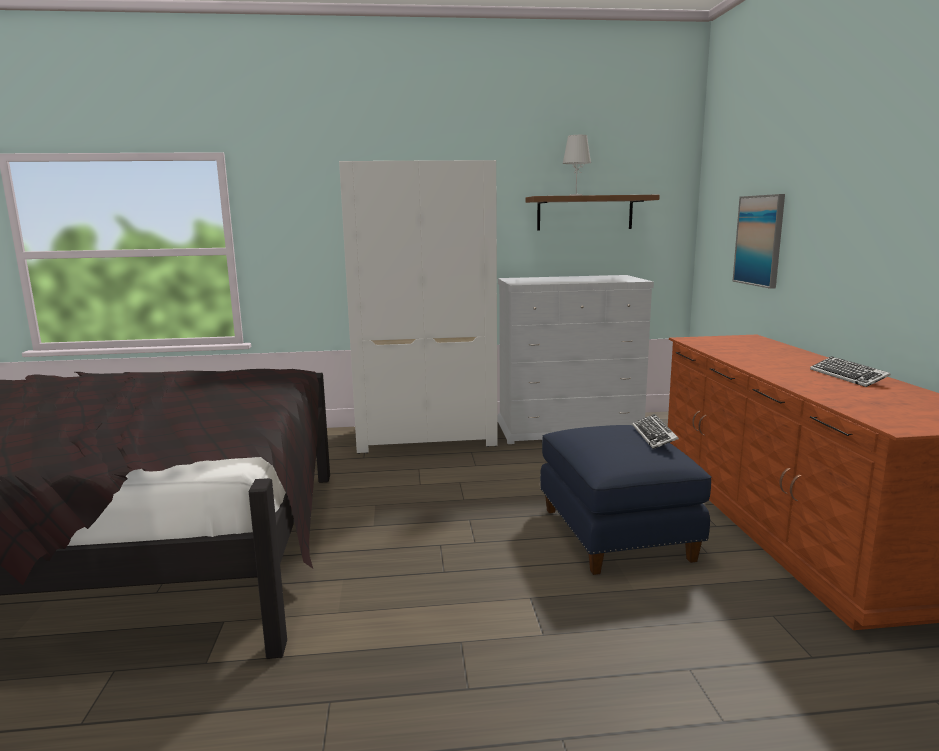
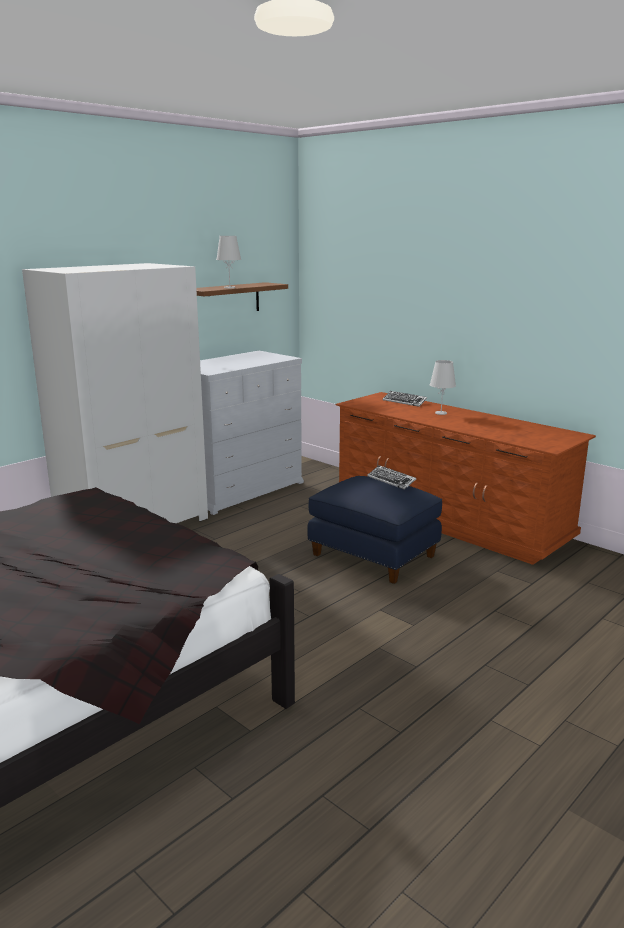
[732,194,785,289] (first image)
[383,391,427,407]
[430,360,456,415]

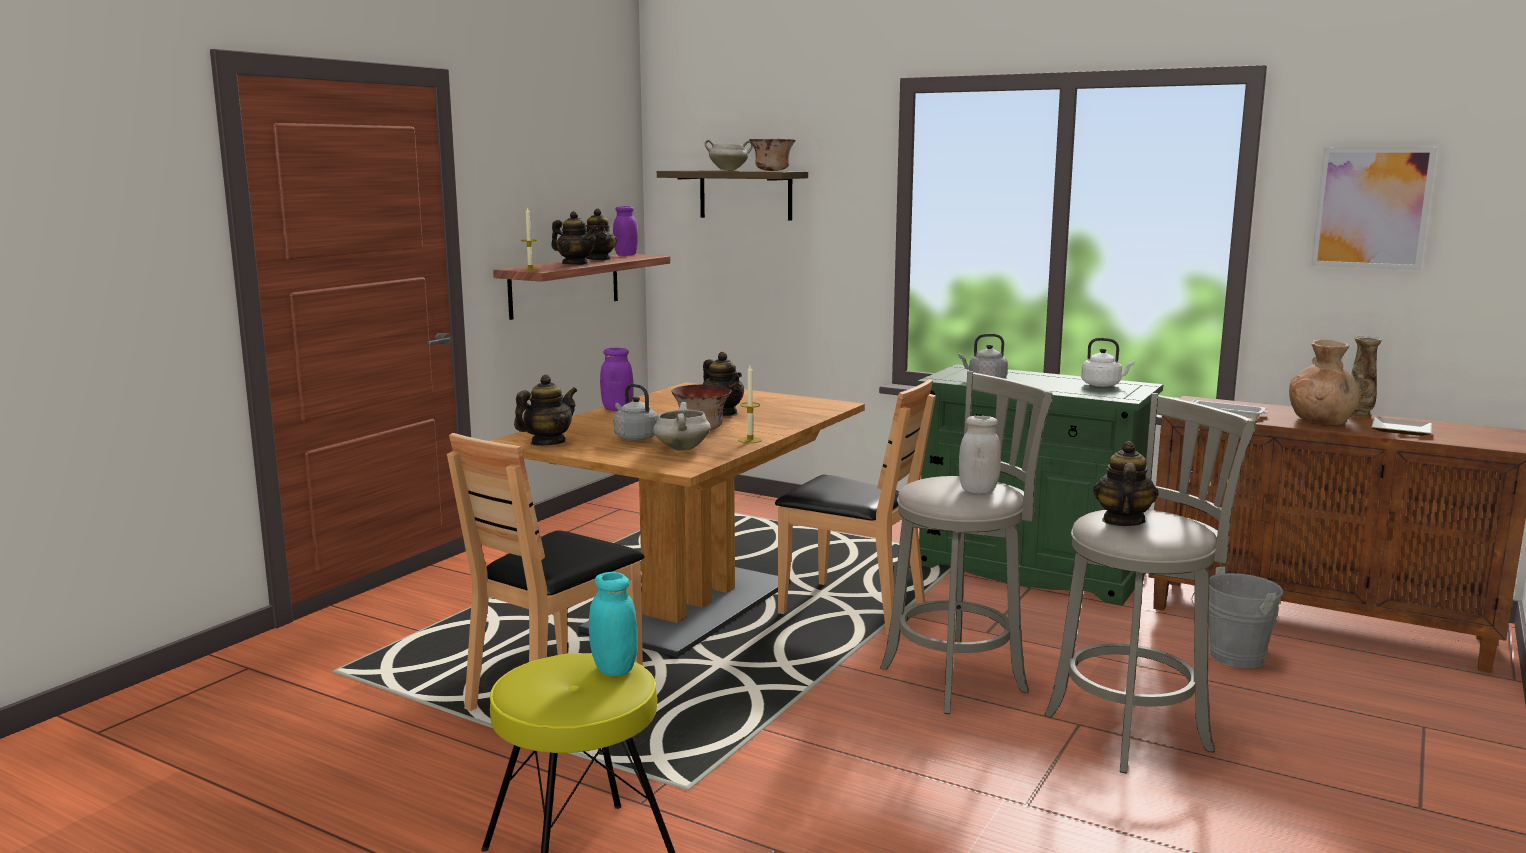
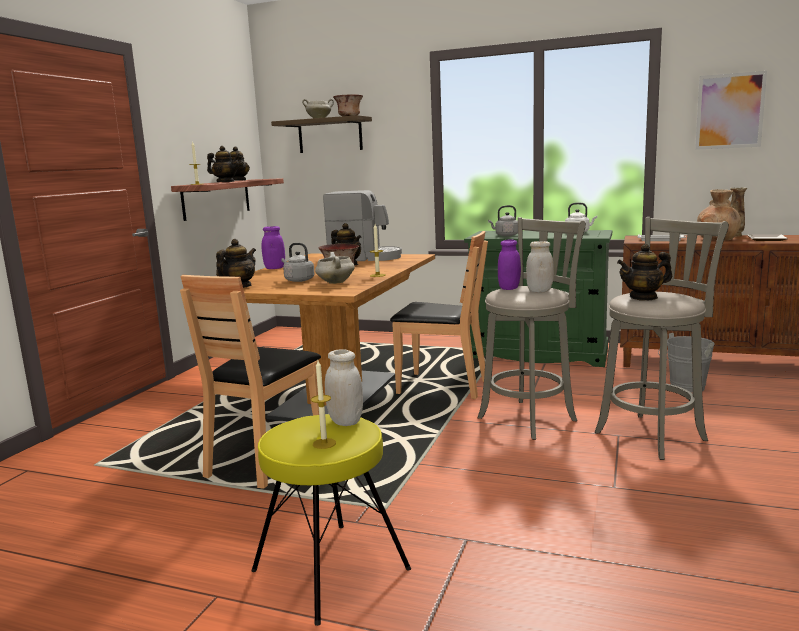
[325,349,363,426]
[498,239,521,290]
[617,244,672,300]
[311,360,336,449]
[323,190,402,261]

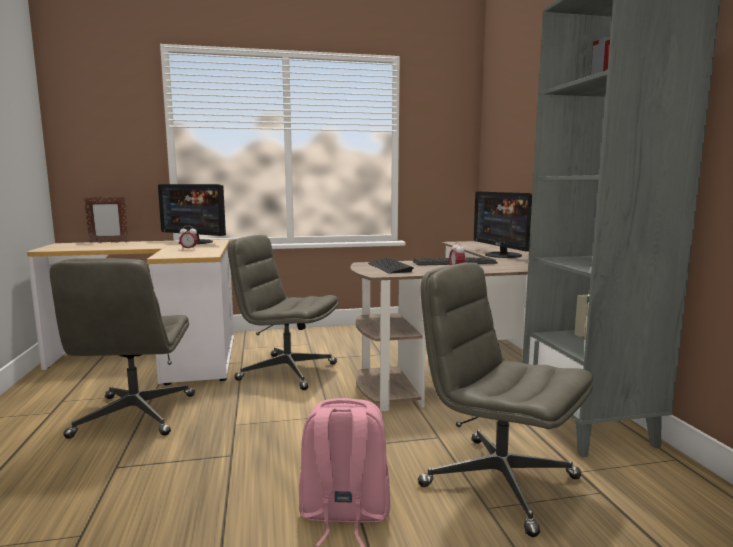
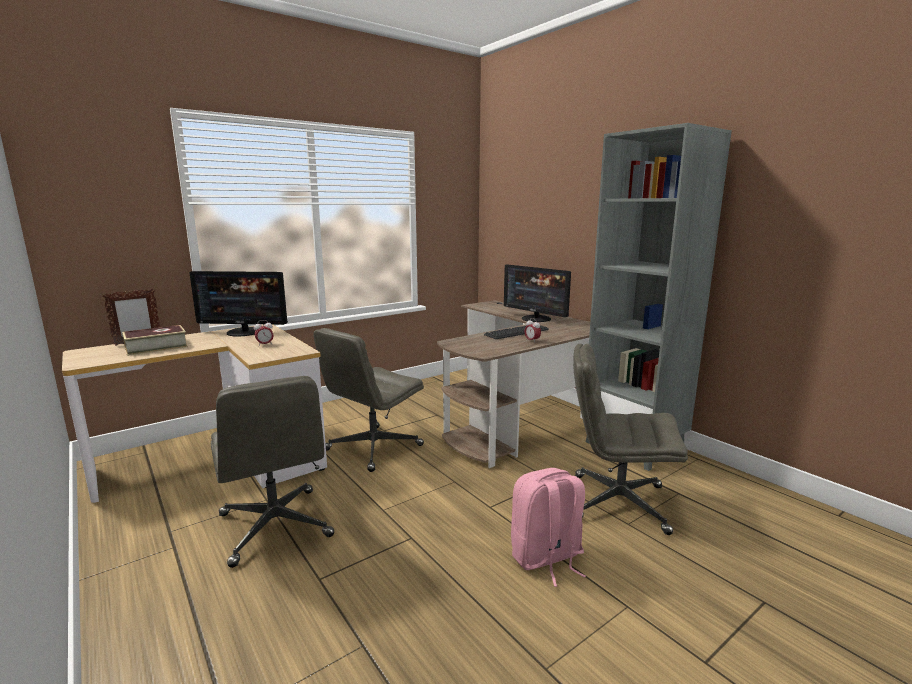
[313,328,424,472]
[368,257,413,273] (first image)
[122,325,188,356]

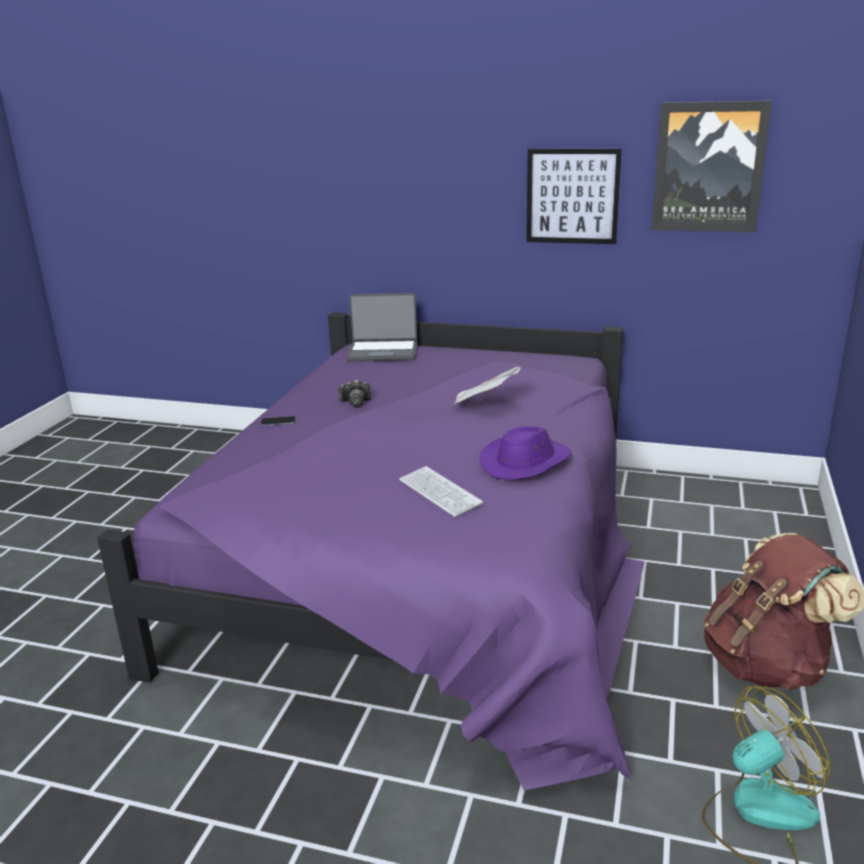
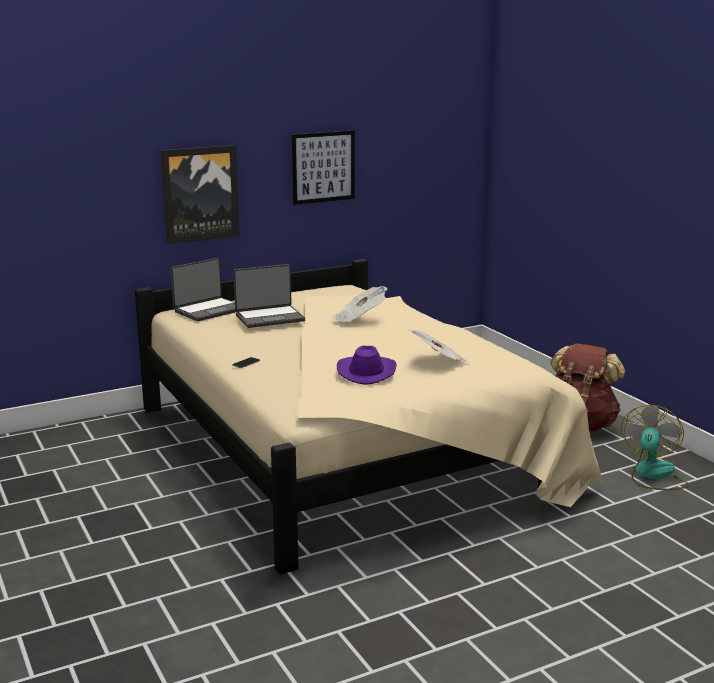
[135,259,602,575]
[338,379,371,407] (first image)
[409,330,471,363]
[337,346,397,385]
[161,145,240,244]
[233,264,305,328]

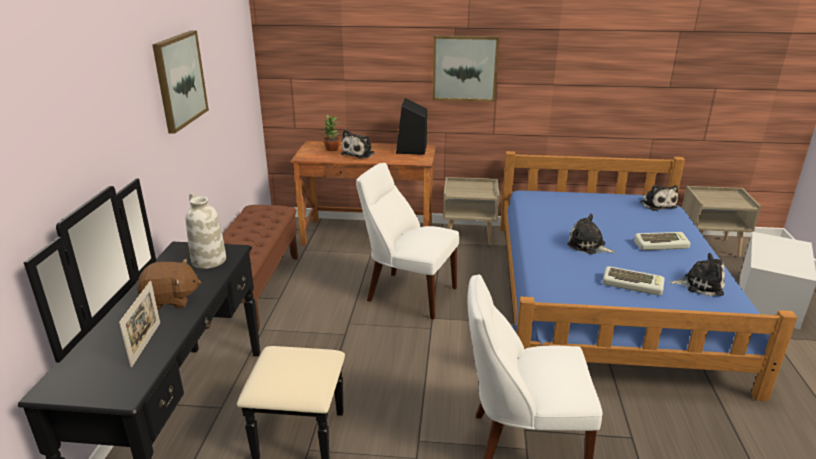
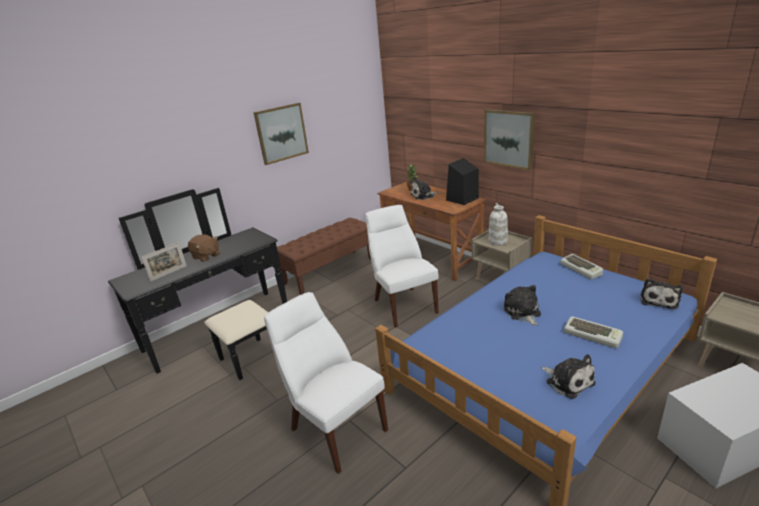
[488,203,508,246]
[560,254,603,279]

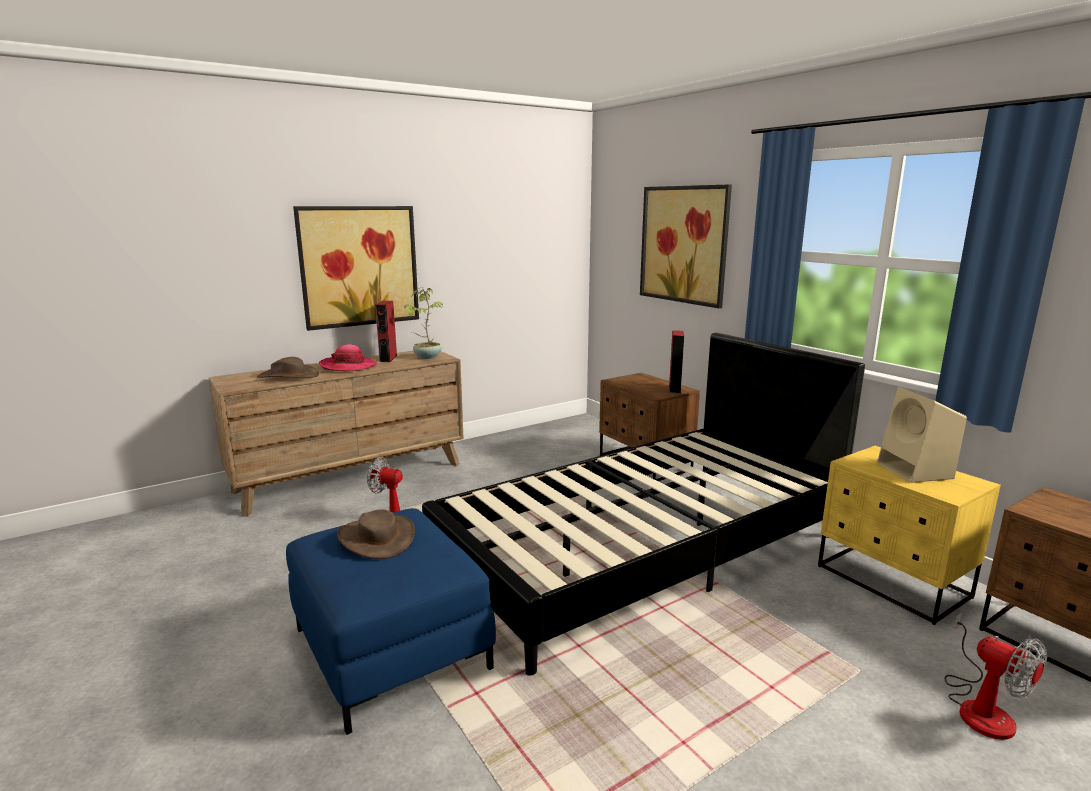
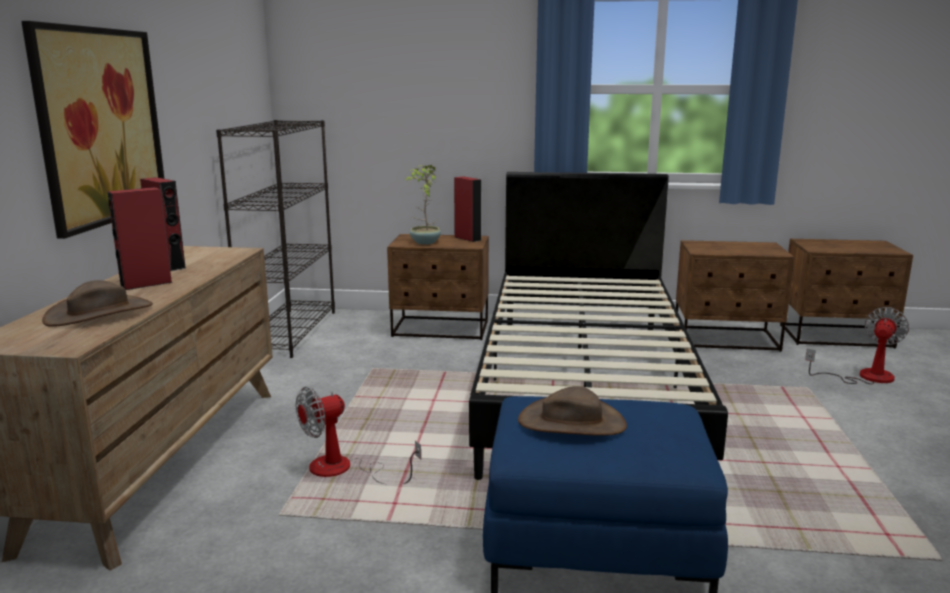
[107,187,173,290]
[405,165,441,245]
[640,185,732,308] (first image)
[676,240,795,352]
[877,387,967,483] (first image)
[805,307,909,384]
[216,120,335,358]

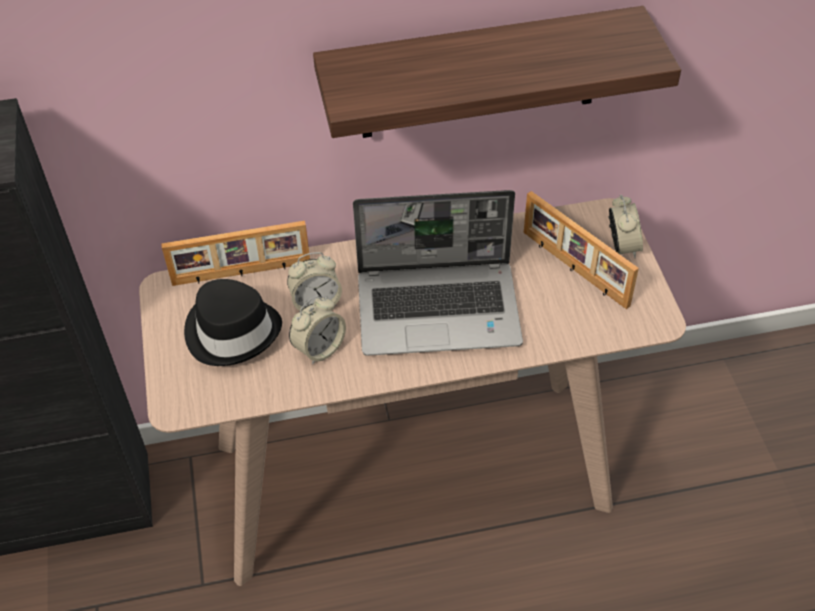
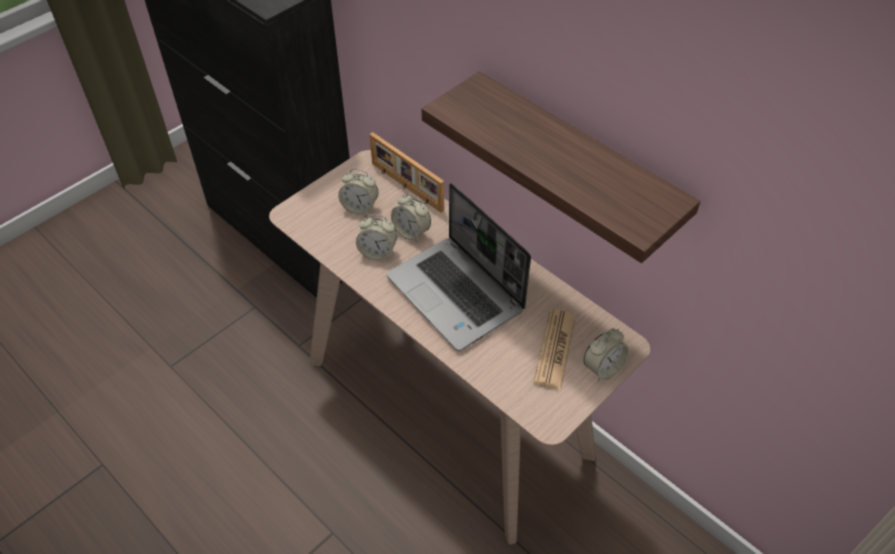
[338,169,378,215]
[533,309,576,390]

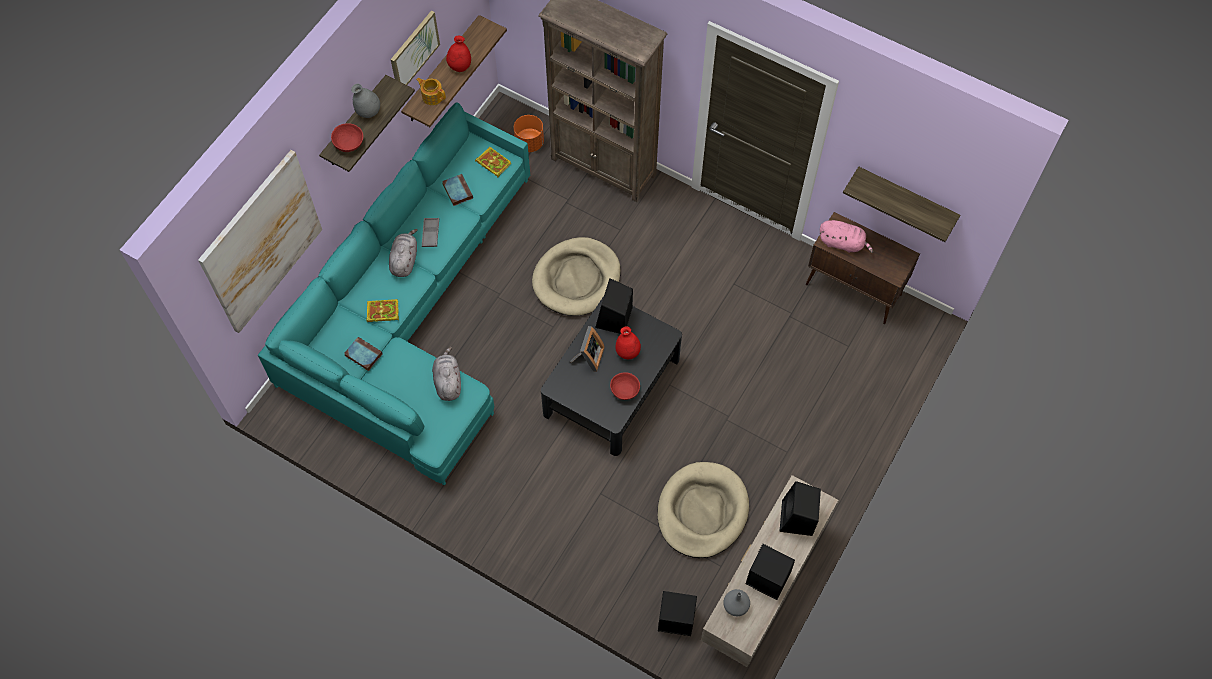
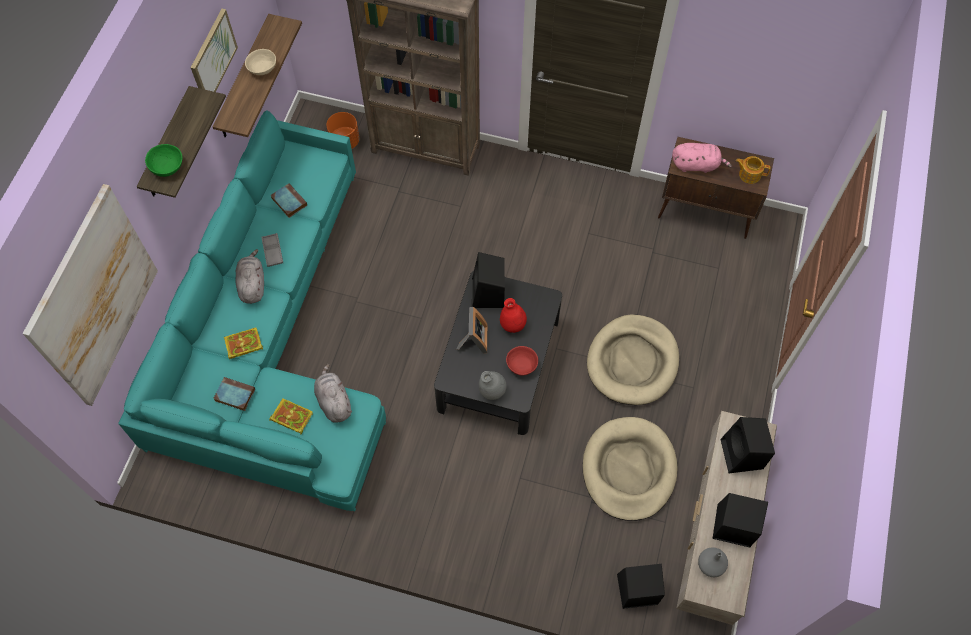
[145,144,182,177]
[479,371,507,400]
[736,156,771,184]
[245,49,276,75]
[269,398,313,435]
[587,314,679,405]
[843,167,960,242] (first image)

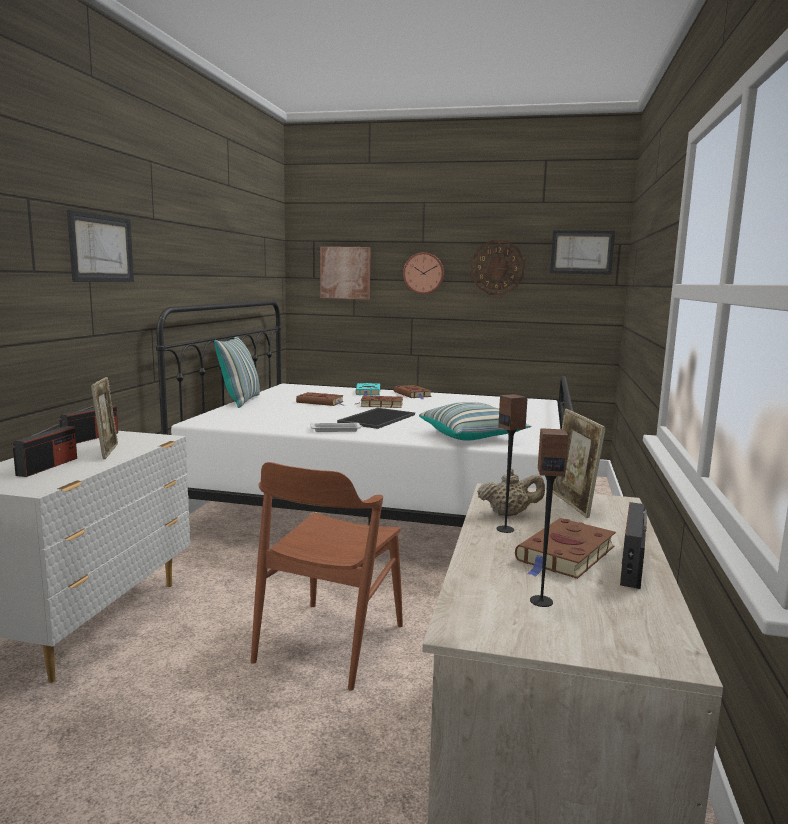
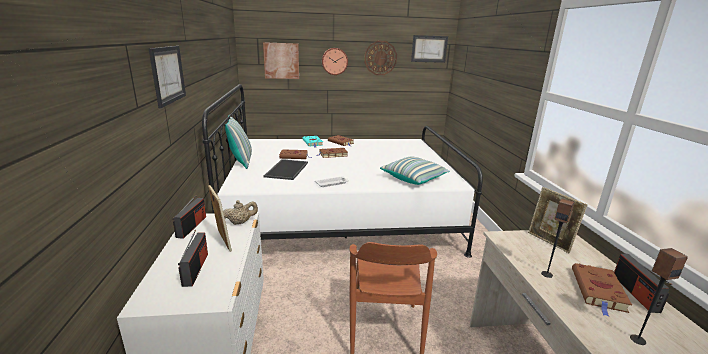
[264,159,308,180]
[223,200,258,225]

